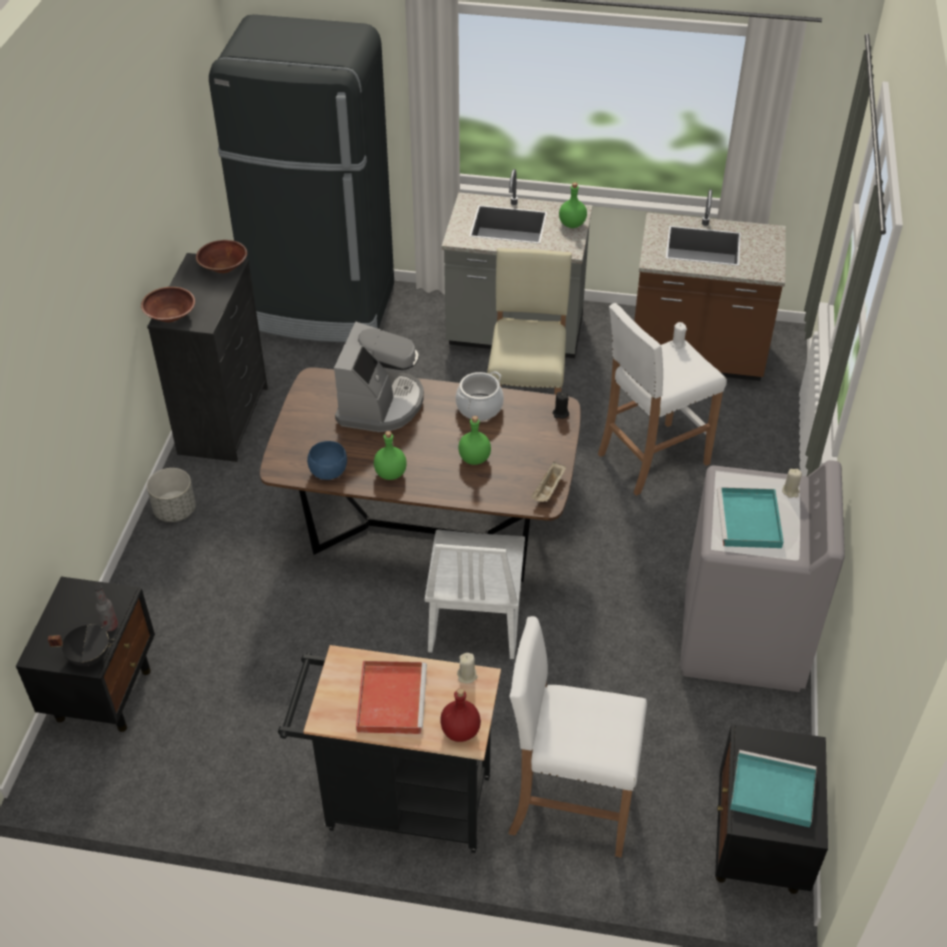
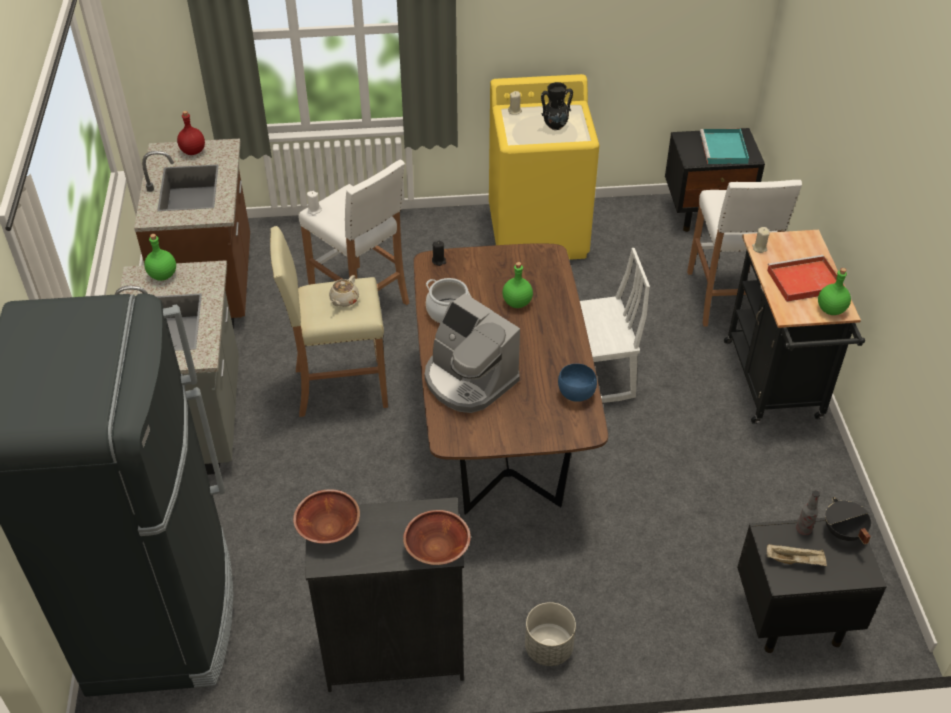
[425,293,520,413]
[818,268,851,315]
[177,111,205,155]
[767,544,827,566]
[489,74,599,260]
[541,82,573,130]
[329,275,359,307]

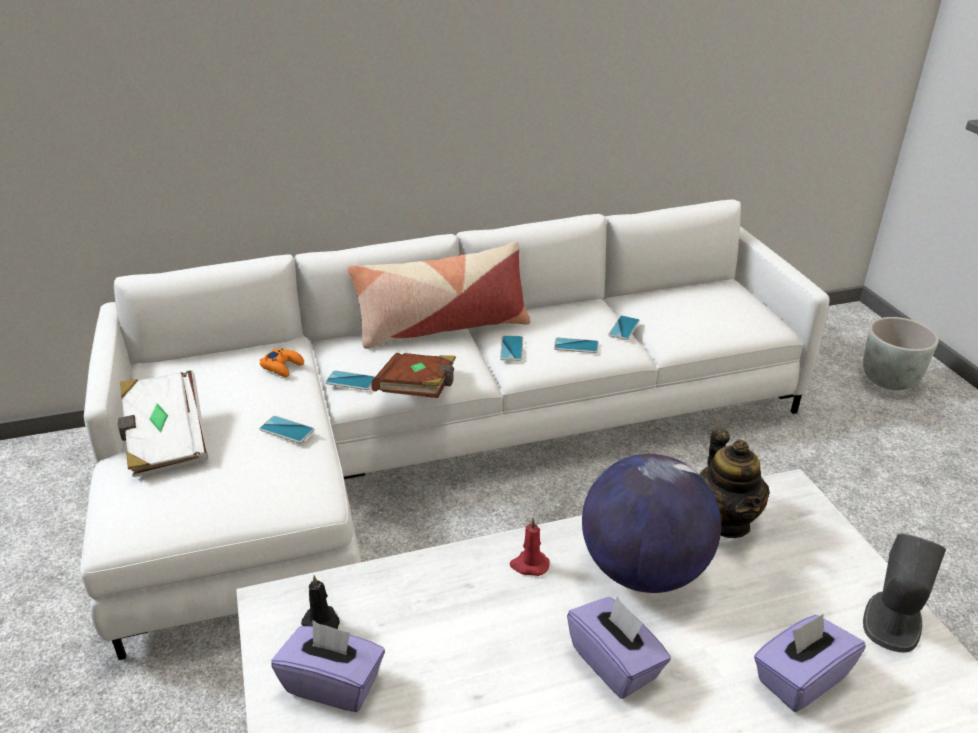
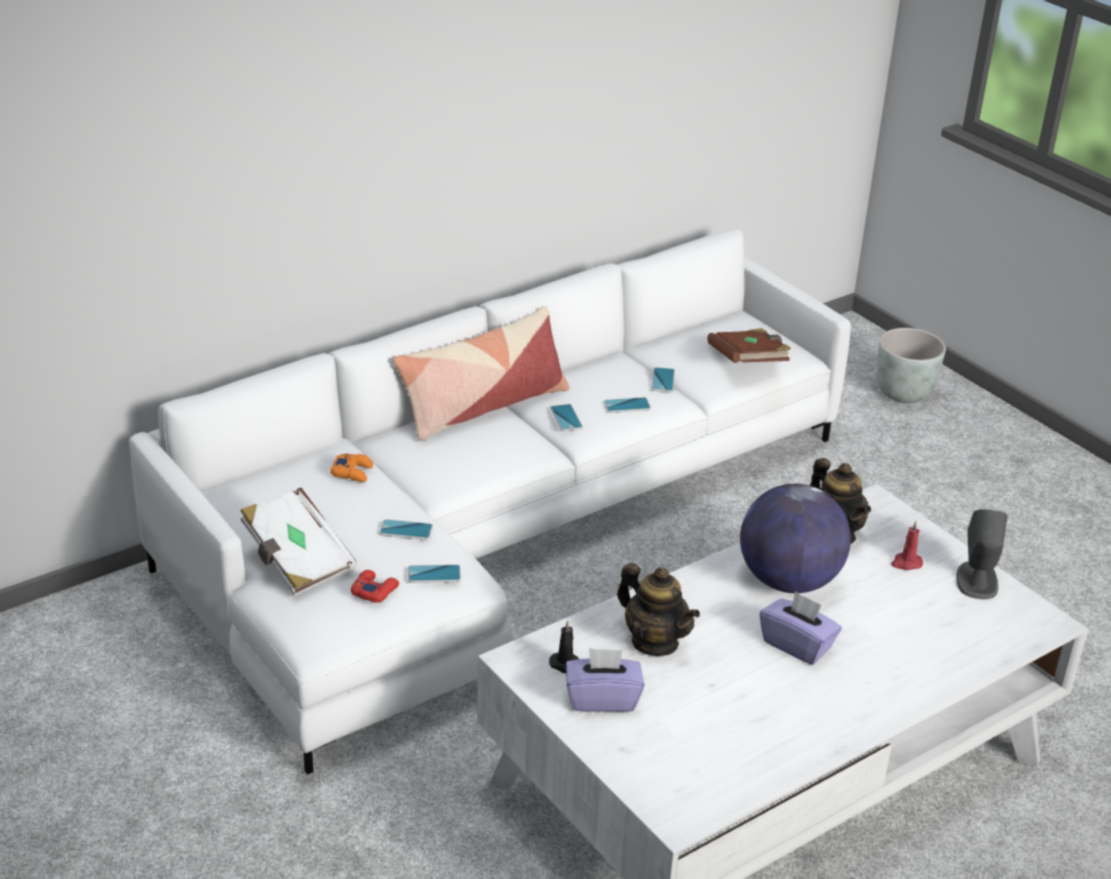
[408,565,461,583]
[707,328,791,363]
[891,521,923,570]
[754,614,866,712] (first image)
[351,570,399,603]
[617,563,700,656]

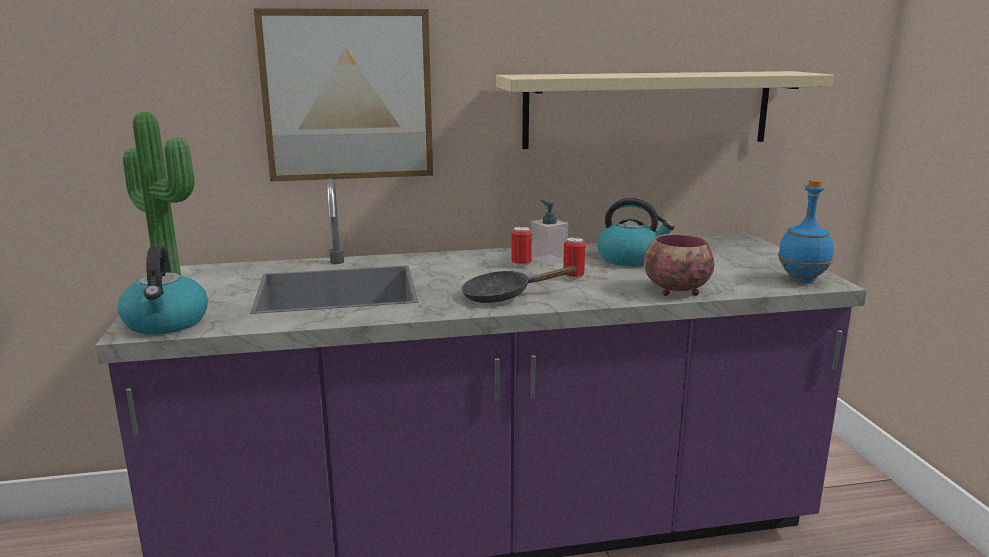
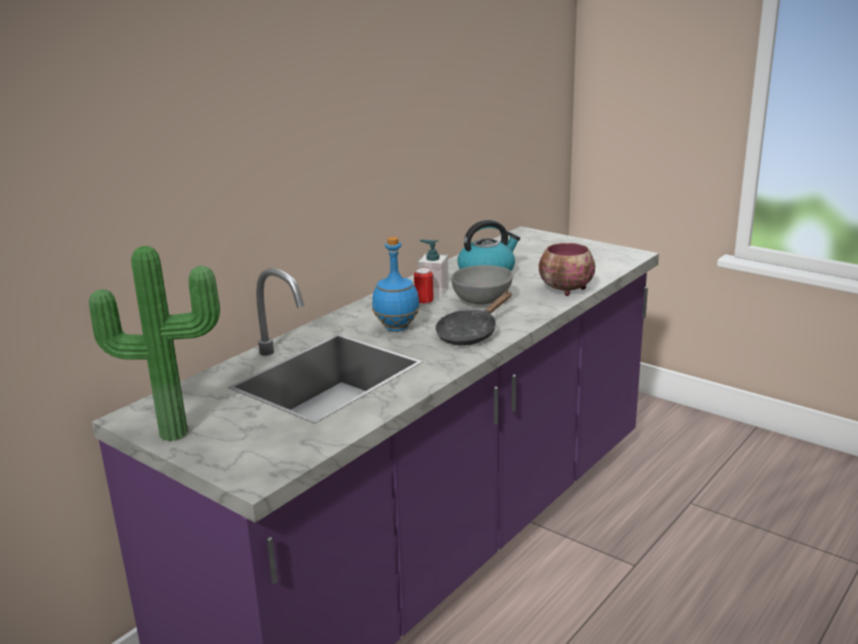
[118,245,208,334] (first image)
[253,8,433,182] (first image)
[496,71,834,149] (first image)
[452,265,512,305]
[372,237,420,332]

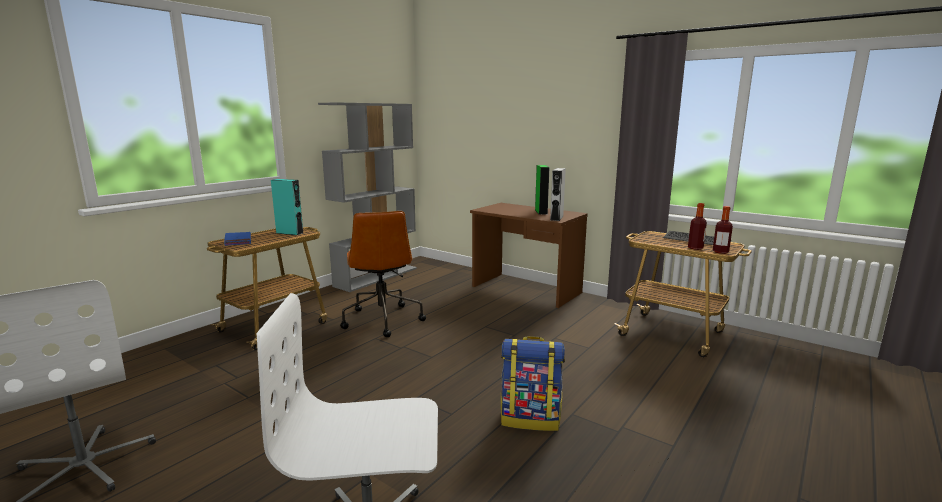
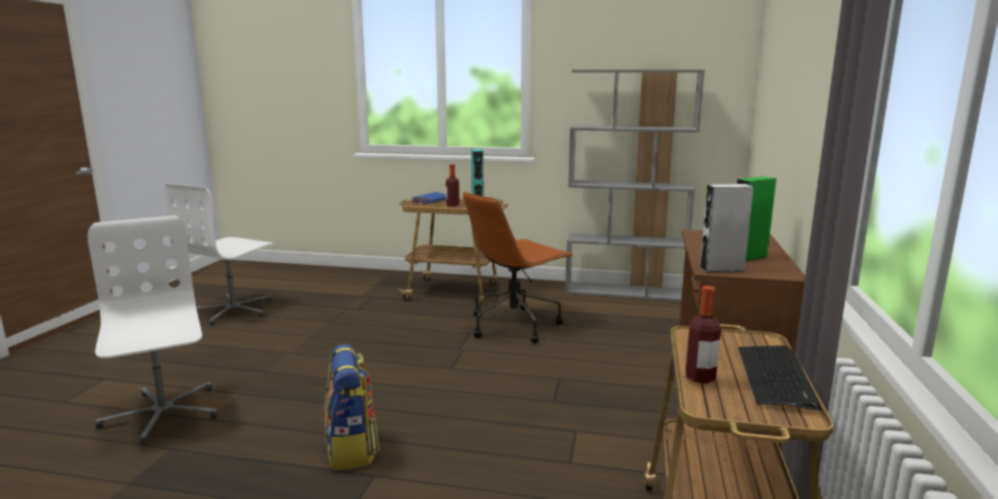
[446,164,459,206]

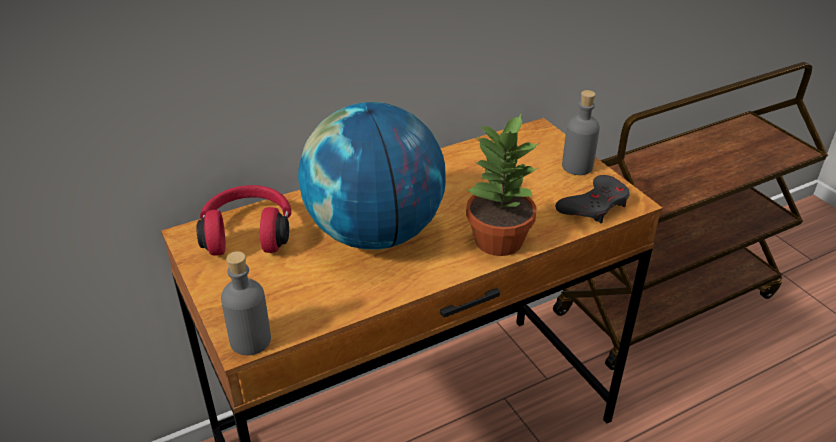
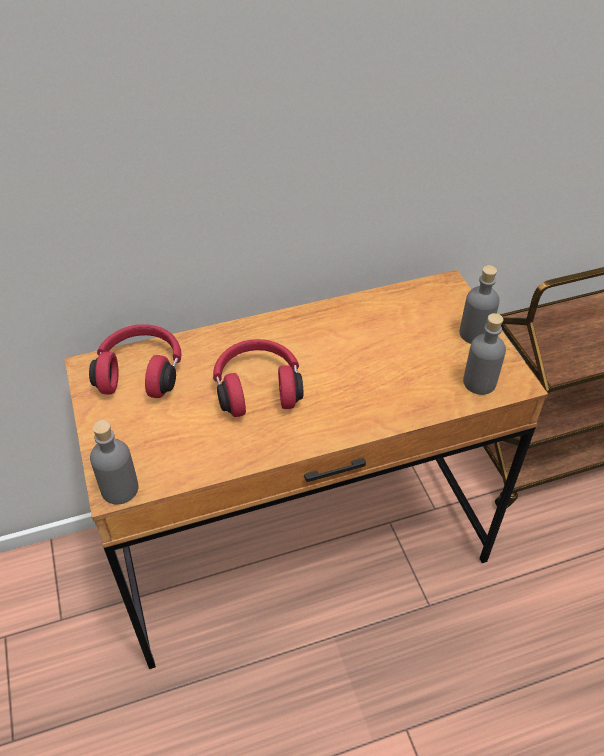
[213,339,303,417]
[466,113,539,256] (first image)
[463,313,506,395]

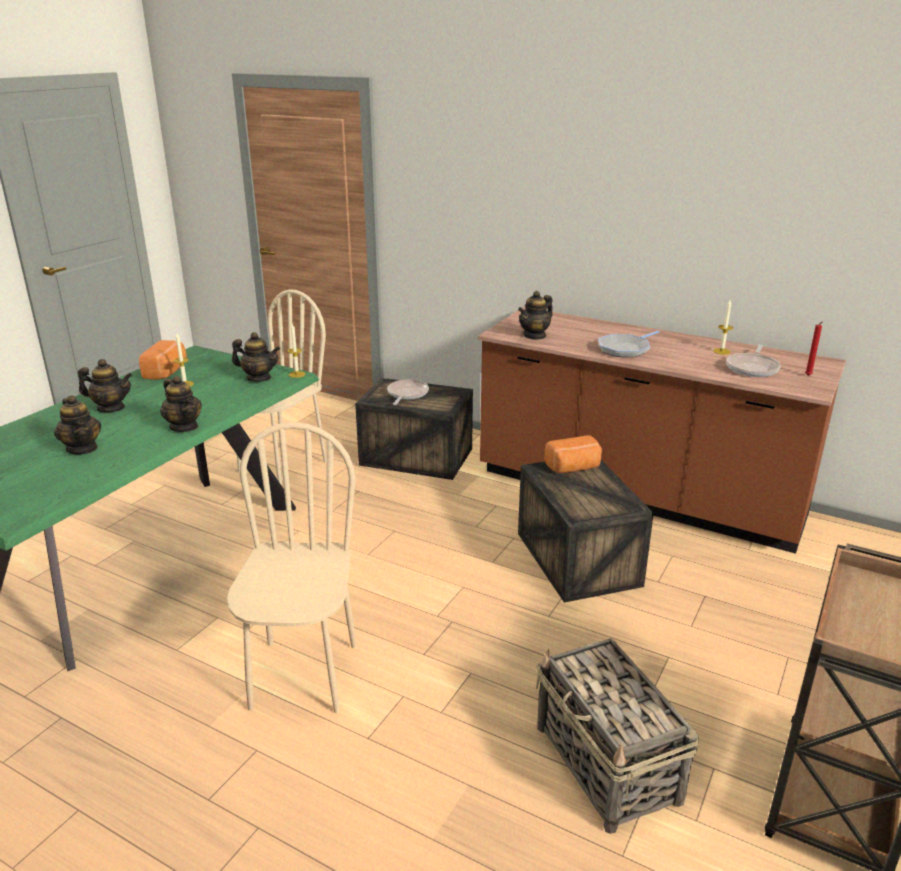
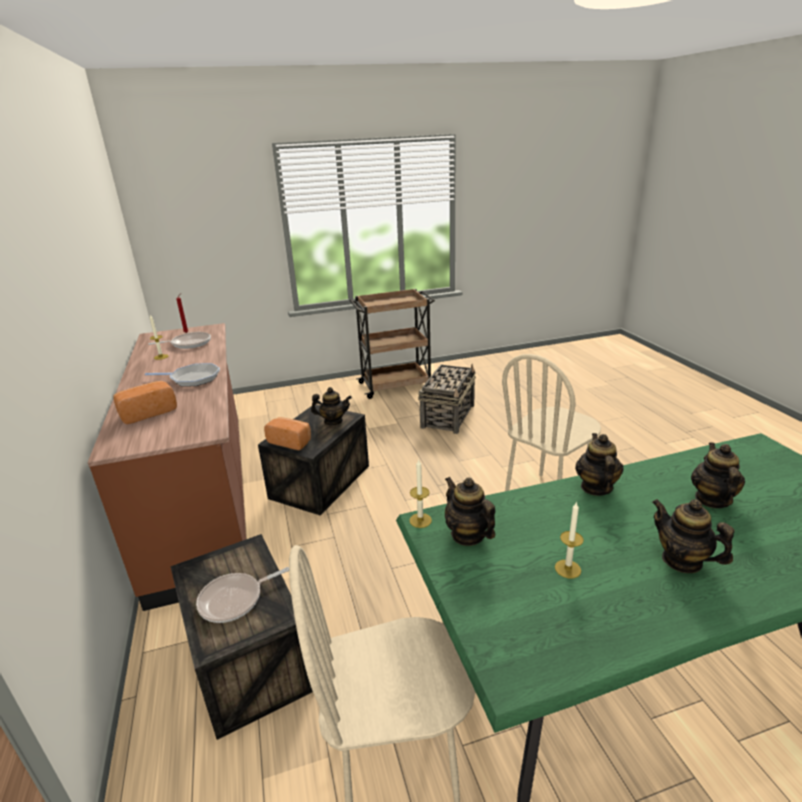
[113,381,177,424]
[311,387,352,425]

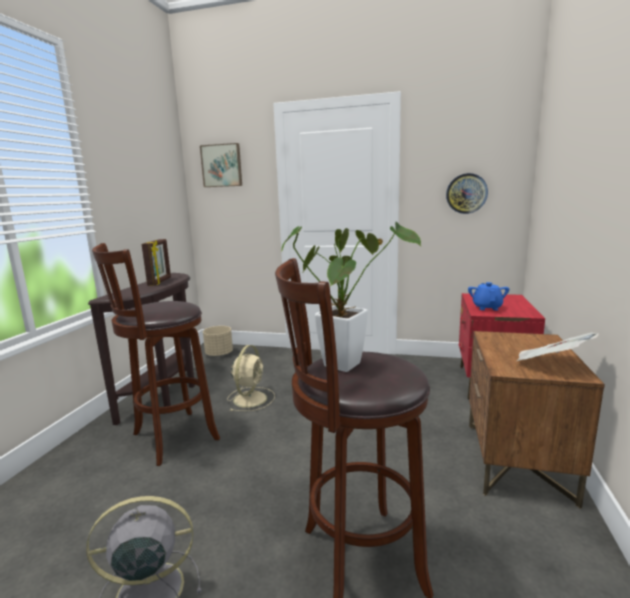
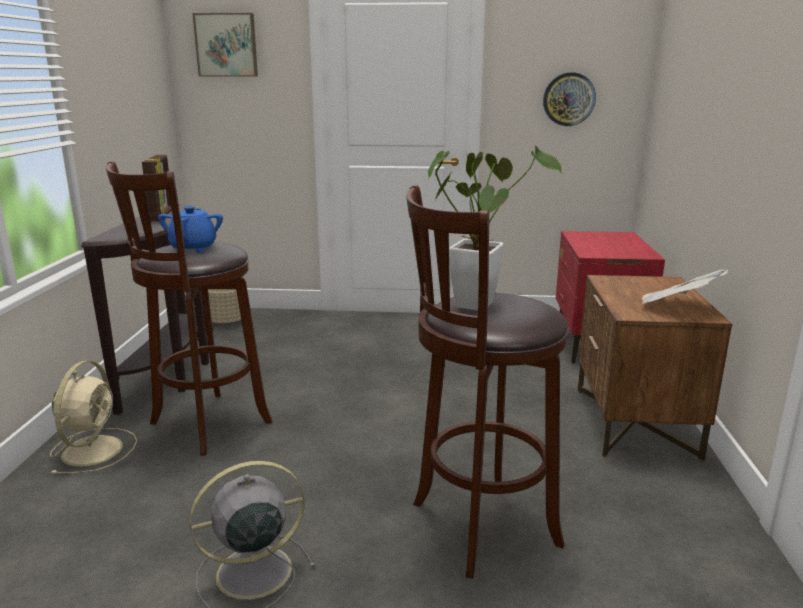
[50,361,137,474]
[158,206,223,253]

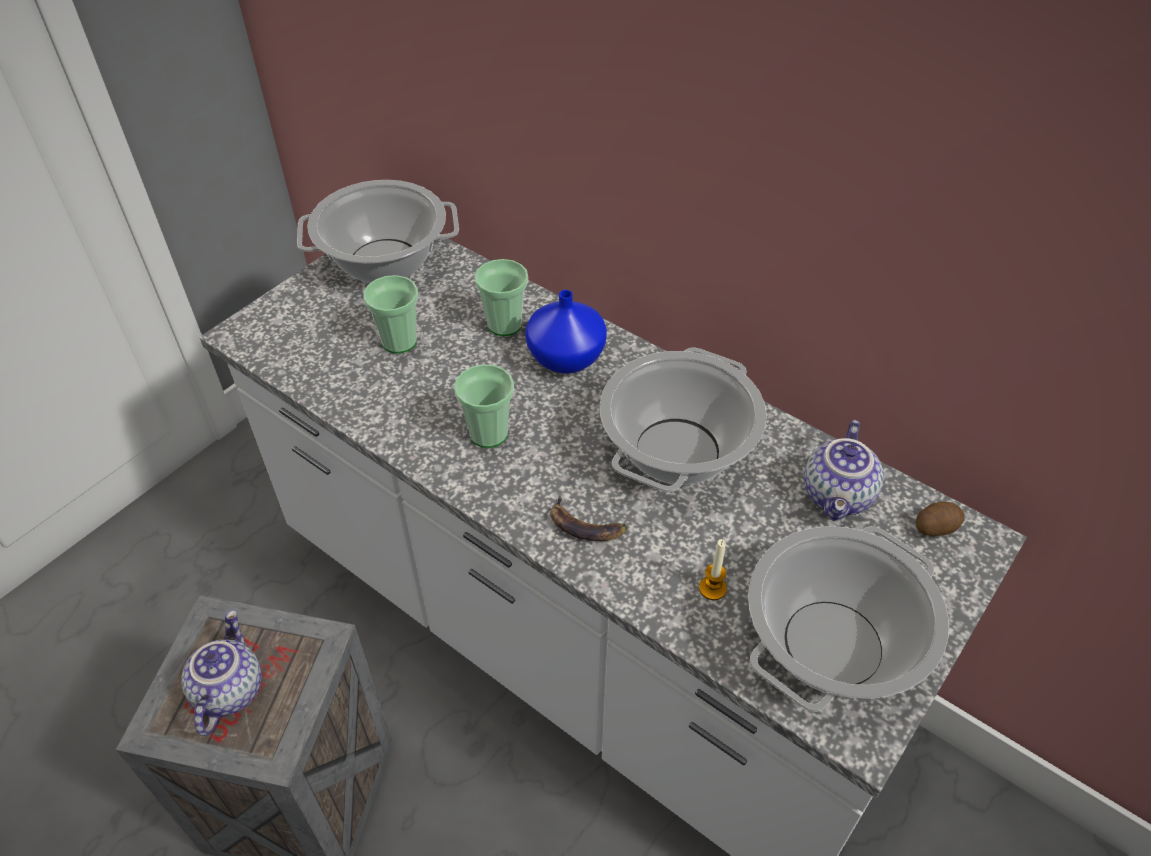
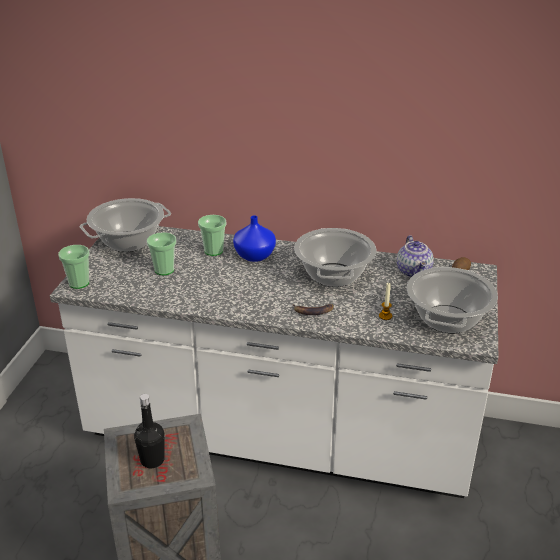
[134,394,165,468]
[58,245,90,289]

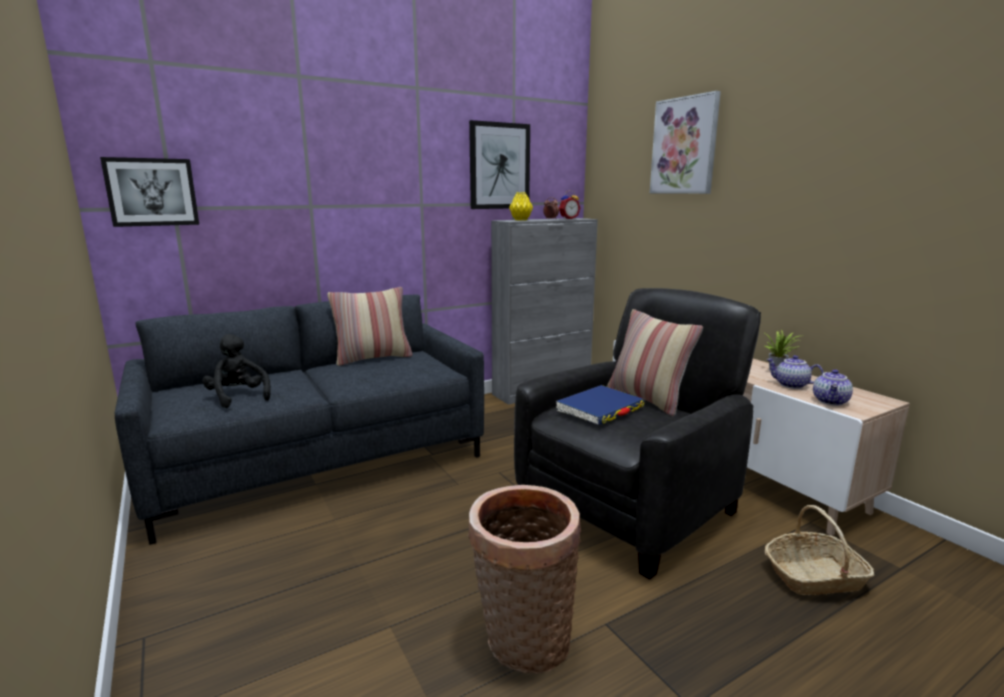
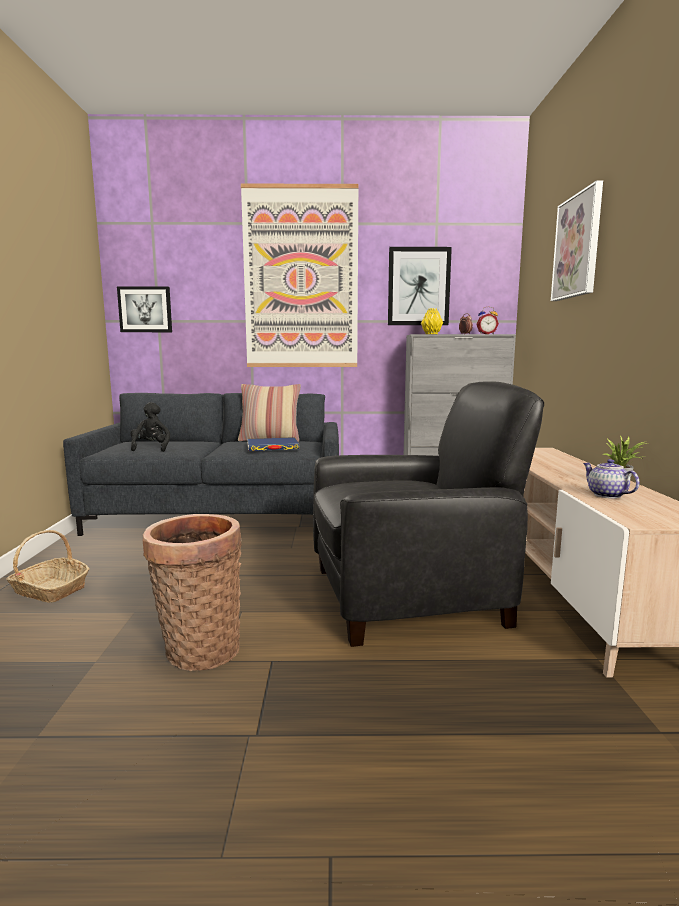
[247,437,299,451]
[607,309,703,416] (first image)
[6,530,90,603]
[813,369,853,406] (first image)
[241,183,359,367]

